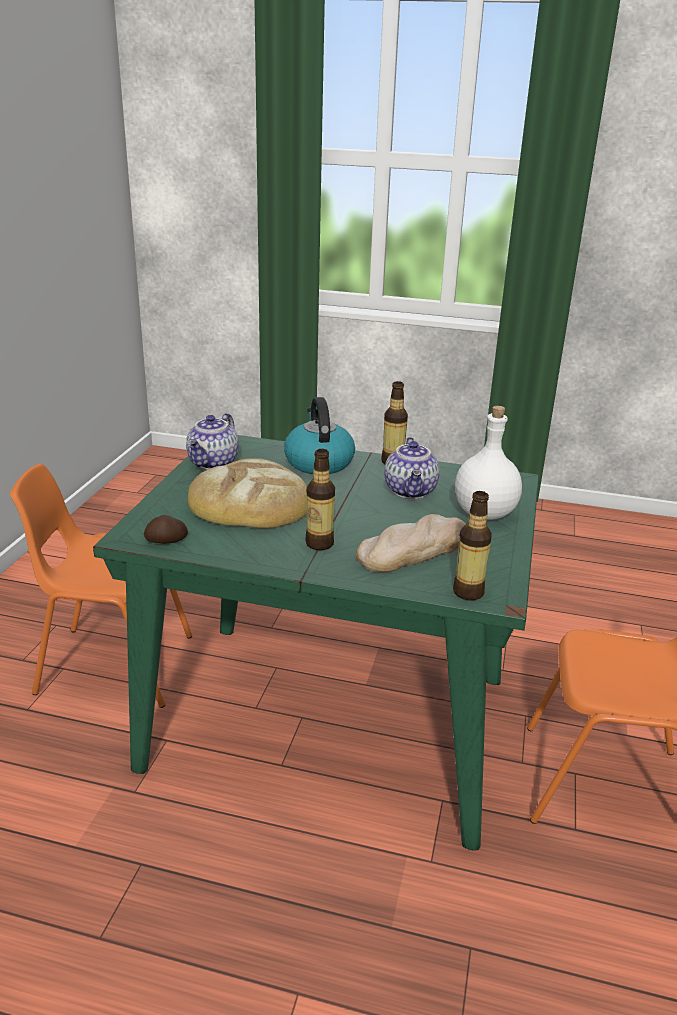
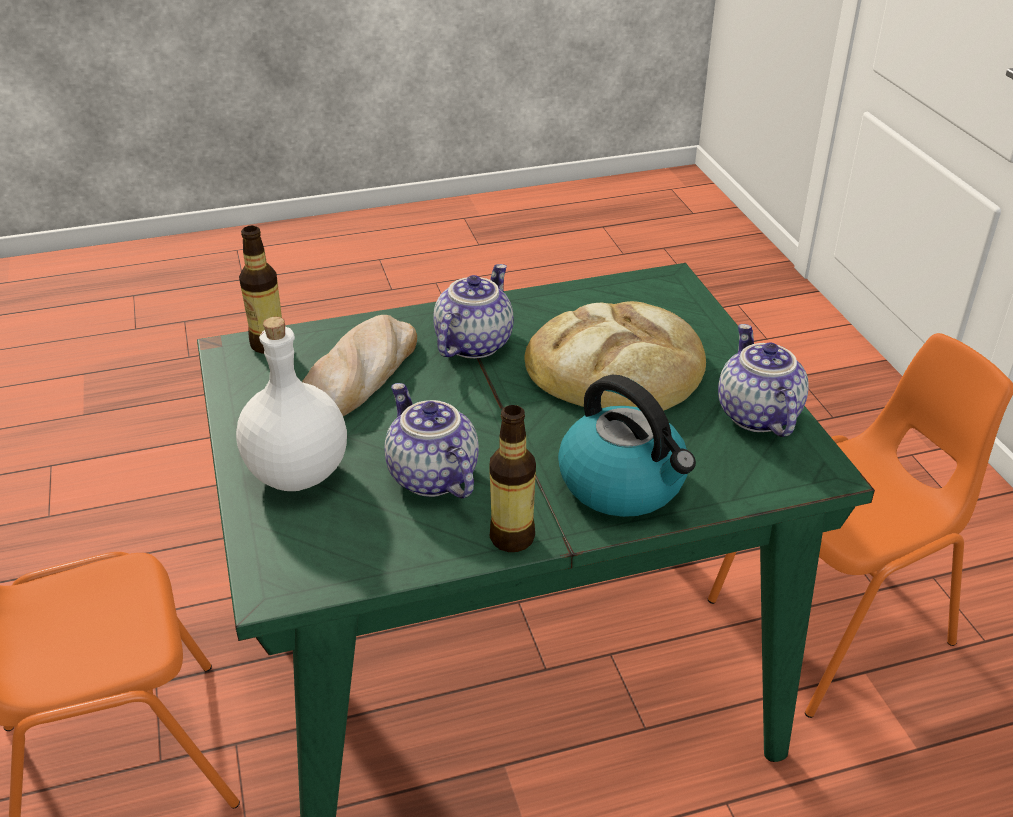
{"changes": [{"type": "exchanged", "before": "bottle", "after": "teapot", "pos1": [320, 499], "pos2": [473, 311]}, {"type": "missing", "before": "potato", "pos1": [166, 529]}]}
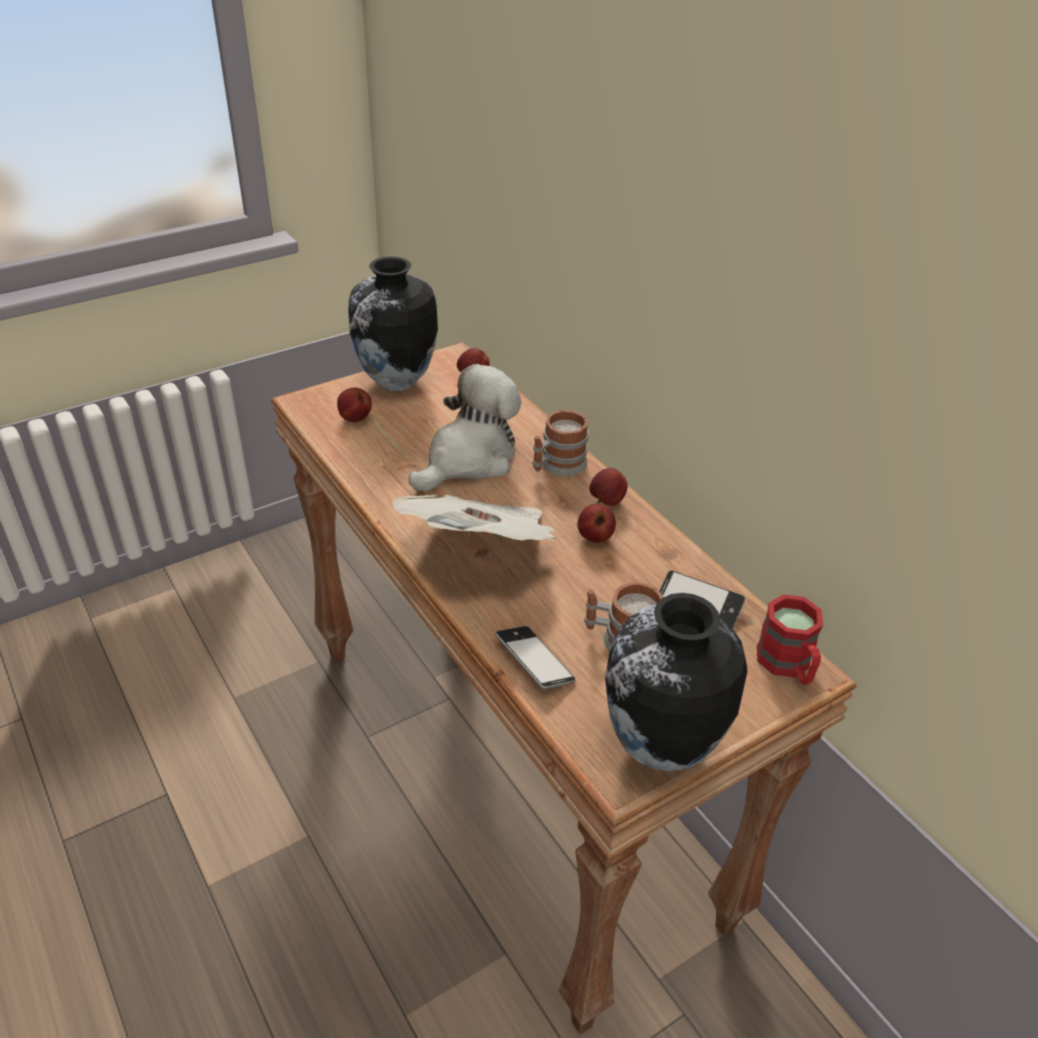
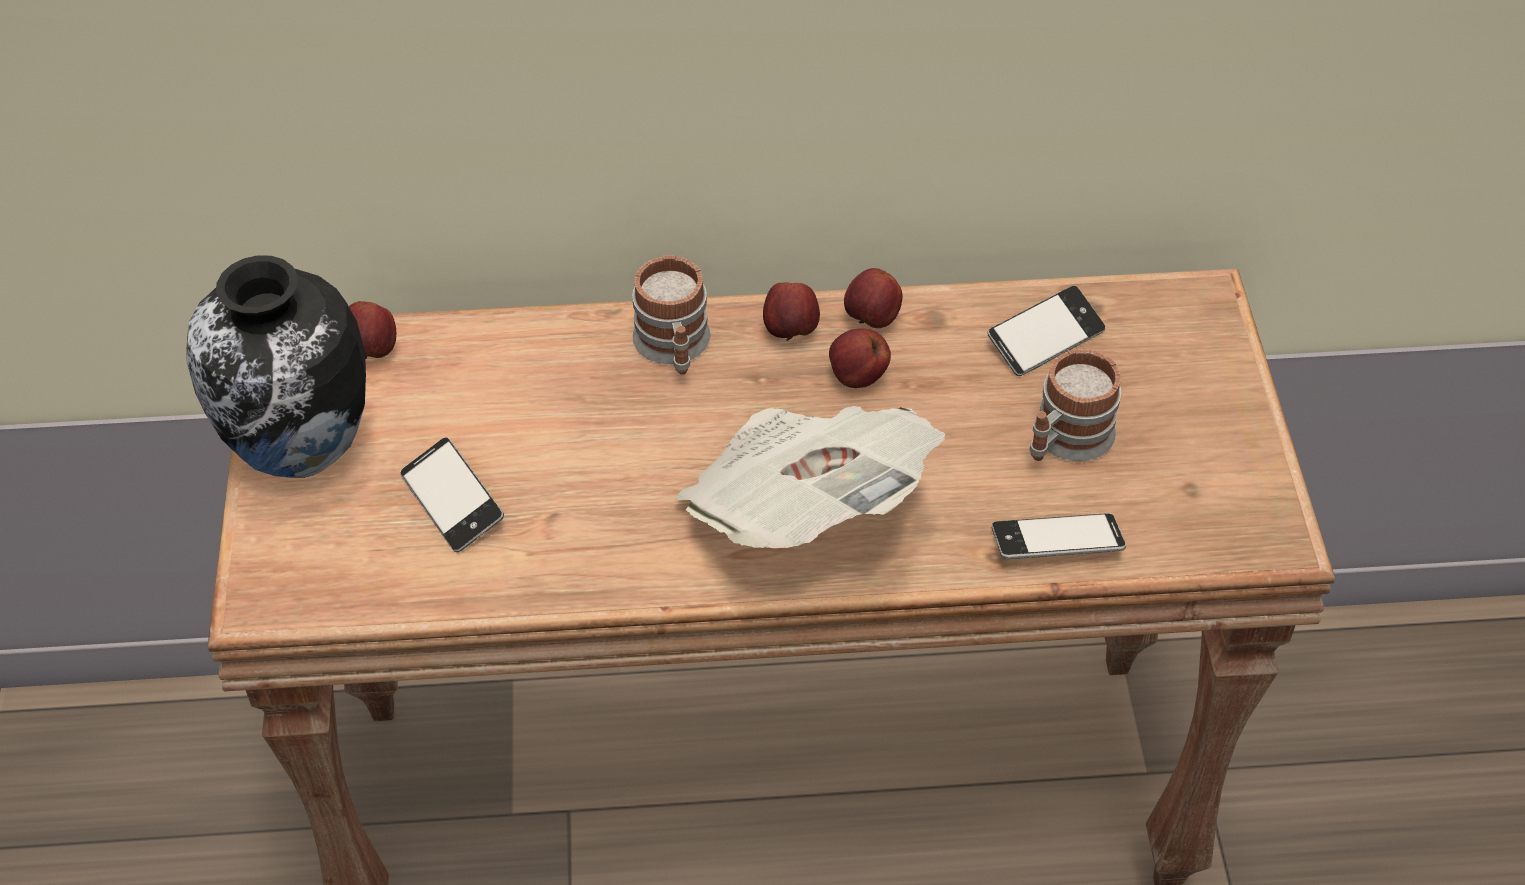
{"changes": [{"type": "appeared", "after": "phone", "pos2": [452, 494]}, {"type": "relocated", "before": "apple", "pos1": [354, 405], "pos2": [873, 298]}, {"type": "missing", "before": "plush toy", "pos1": [464, 427]}, {"type": "missing", "before": "vase", "pos1": [676, 682]}, {"type": "missing", "before": "mug/red", "pos1": [790, 639]}]}
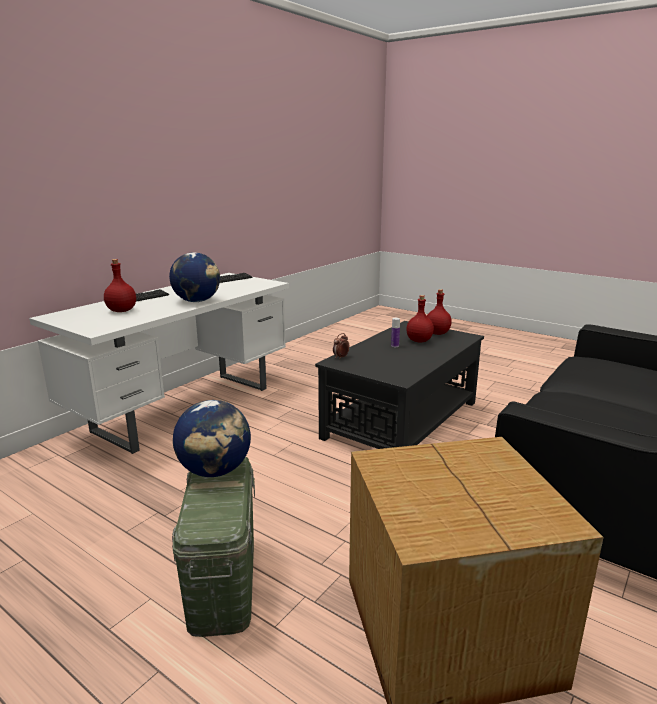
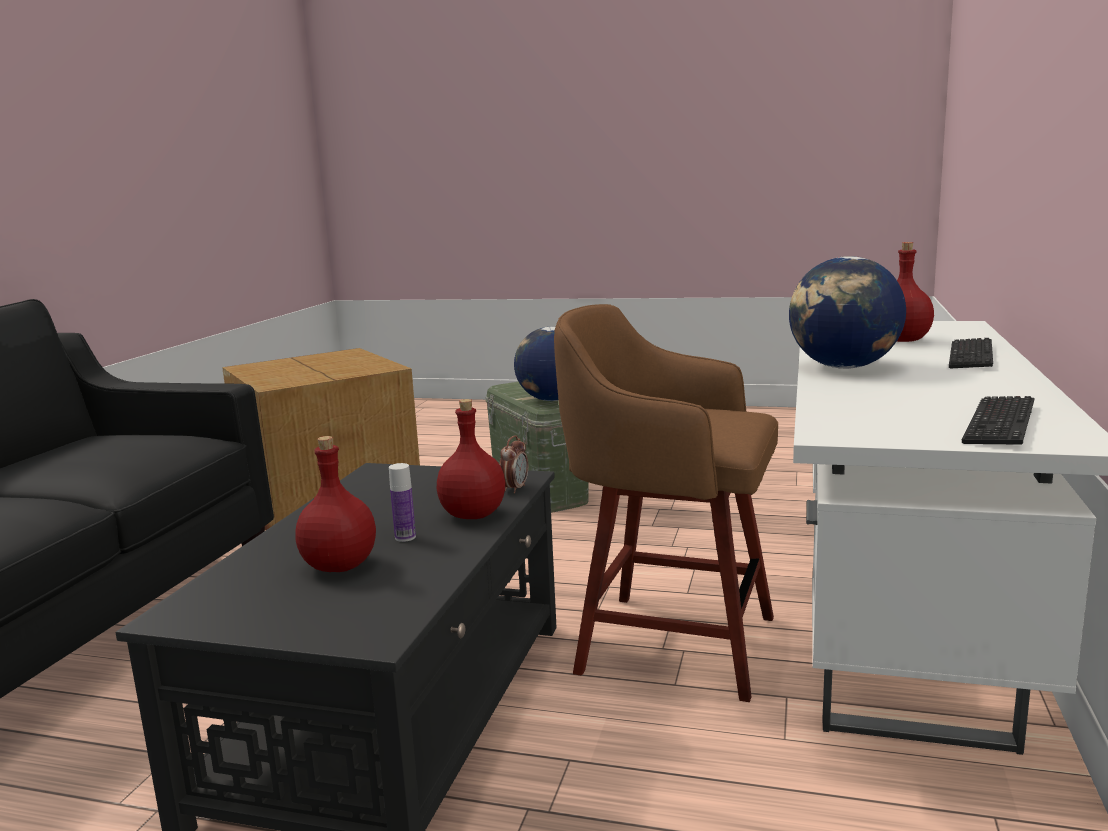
{"changes": [{"type": "relocated", "before": "bottle/red", "pos1": [439, 312], "pos2": [471, 459]}, {"type": "appeared", "after": "stool/brown", "pos2": [666, 503]}]}
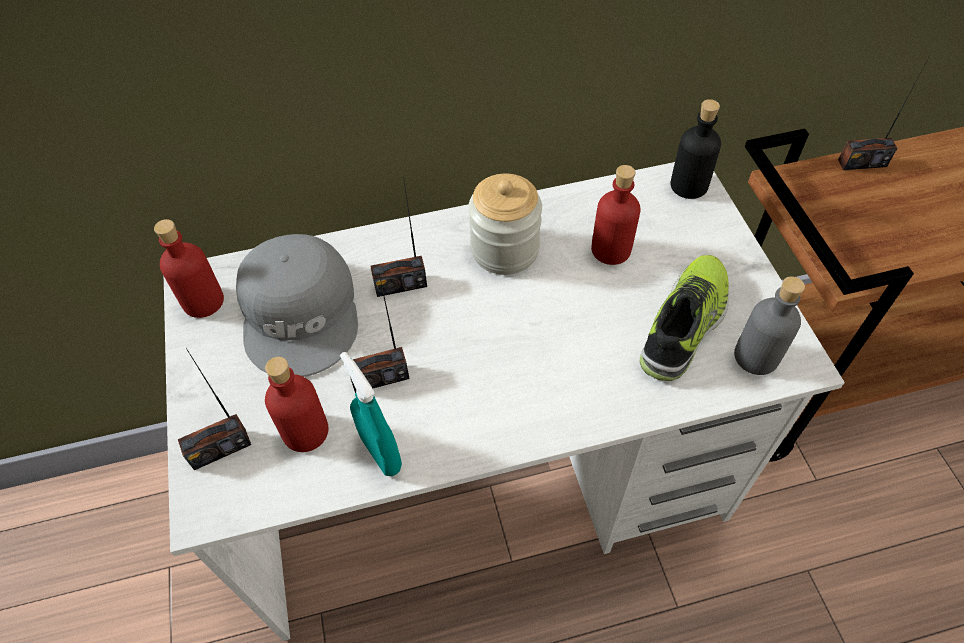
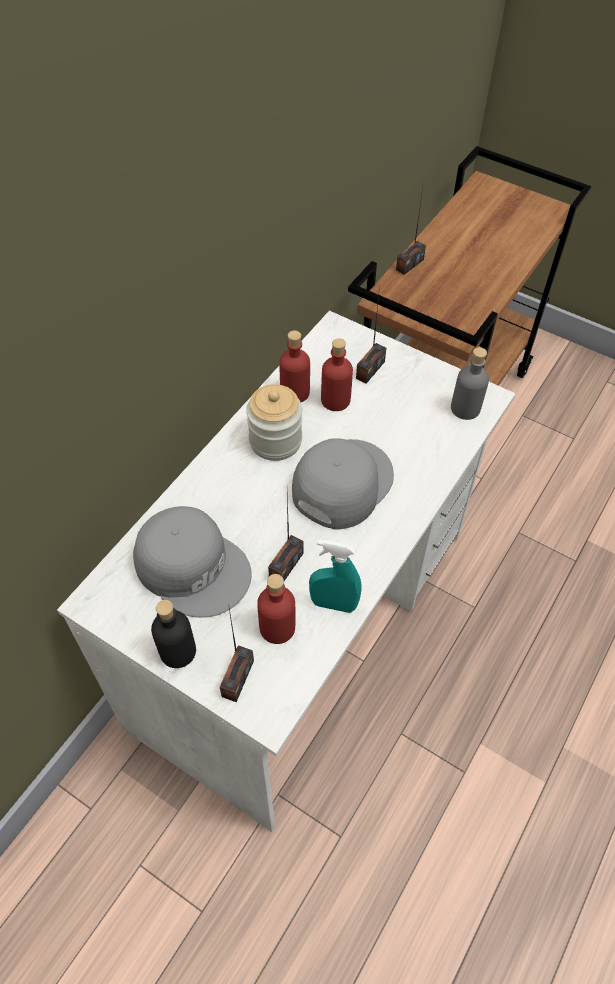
{"changes": [{"type": "relocated", "before": "bottle/black", "pos1": [696, 149], "pos2": [173, 634]}, {"type": "relocated", "before": "bottle/red", "pos1": [189, 268], "pos2": [294, 366]}, {"type": "appeared", "after": "cap/grey", "pos2": [343, 484]}, {"type": "relocated", "before": "radio", "pos1": [398, 236], "pos2": [371, 335]}, {"type": "missing", "before": "shoe", "pos1": [684, 318]}]}
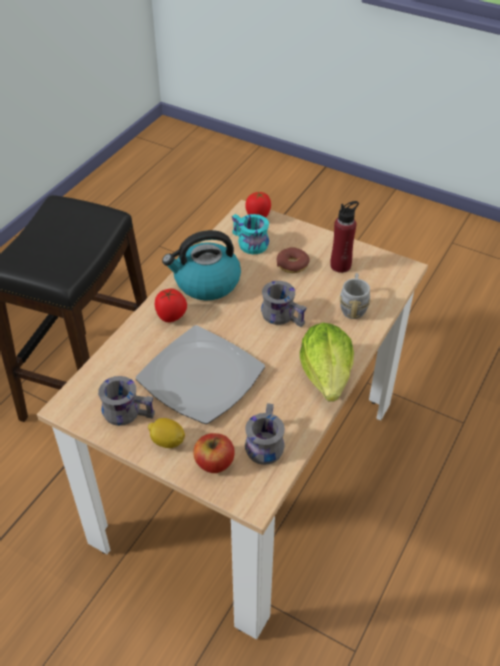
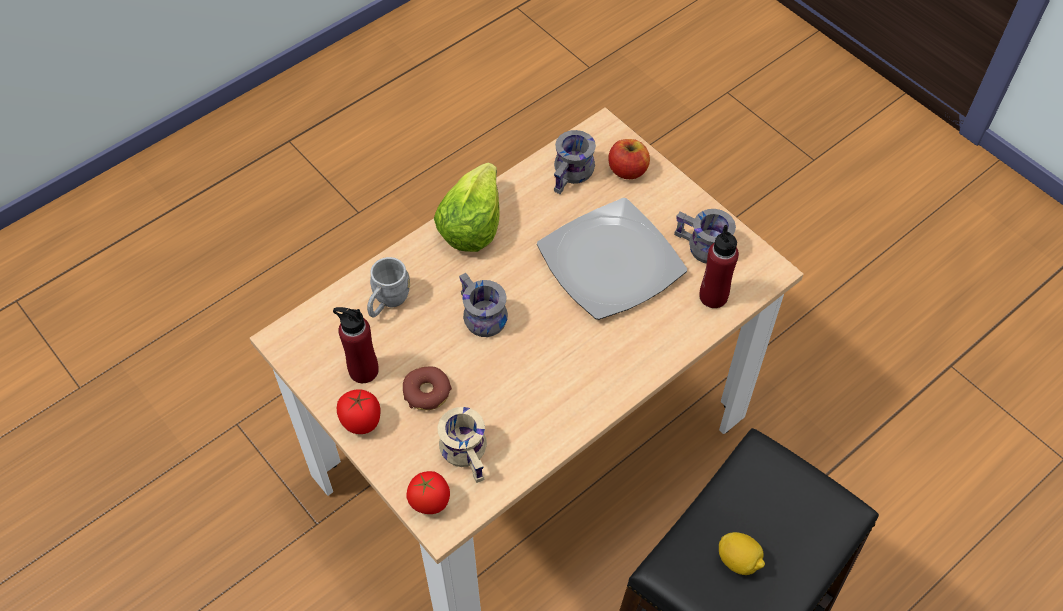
{"changes": [{"type": "relocated", "before": "tomato", "pos1": [171, 305], "pos2": [359, 411]}, {"type": "colour", "before": "mug/turquoise", "after": "mug/beige", "pos1": [250, 234], "pos2": [462, 445]}, {"type": "appeared", "after": "bottle/red", "pos2": [719, 266]}, {"type": "relocated", "before": "lemon", "pos1": [166, 433], "pos2": [742, 553]}, {"type": "missing", "before": "kettle", "pos1": [201, 265]}]}
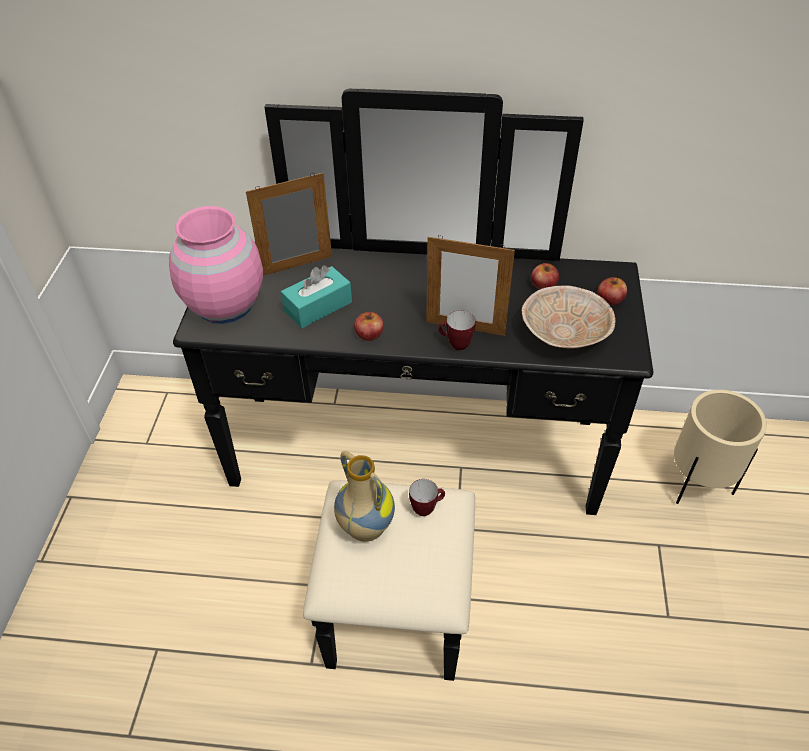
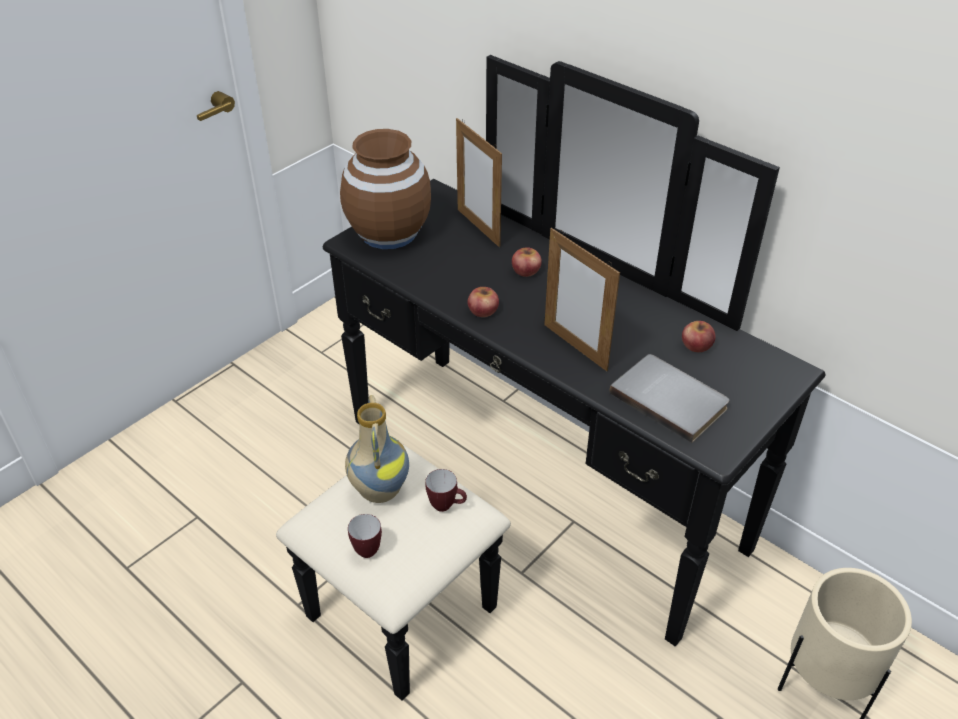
{"changes": [{"type": "colour", "before": "vase/pink", "after": "vase/brown", "pos1": [216, 265], "pos2": [385, 189]}, {"type": "relocated", "before": "mug", "pos1": [457, 330], "pos2": [365, 536]}, {"type": "spun", "before": "picture frame", "pos1": [289, 224], "pos2": [479, 182], "turn": -135}, {"type": "relocated", "before": "apple", "pos1": [612, 291], "pos2": [527, 262]}, {"type": "exchanged", "before": "bowl/beige", "after": "book/grey", "pos1": [568, 317], "pos2": [669, 398]}, {"type": "missing", "before": "tissue box/turquoise", "pos1": [316, 296]}]}
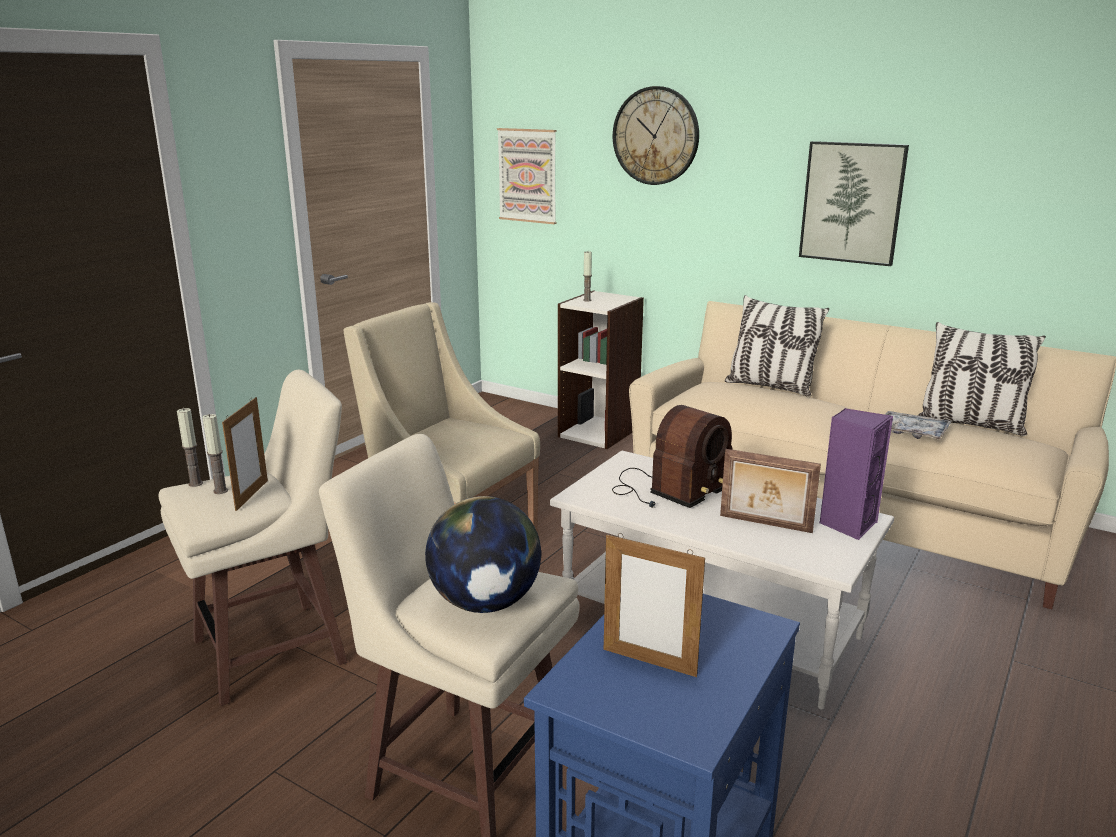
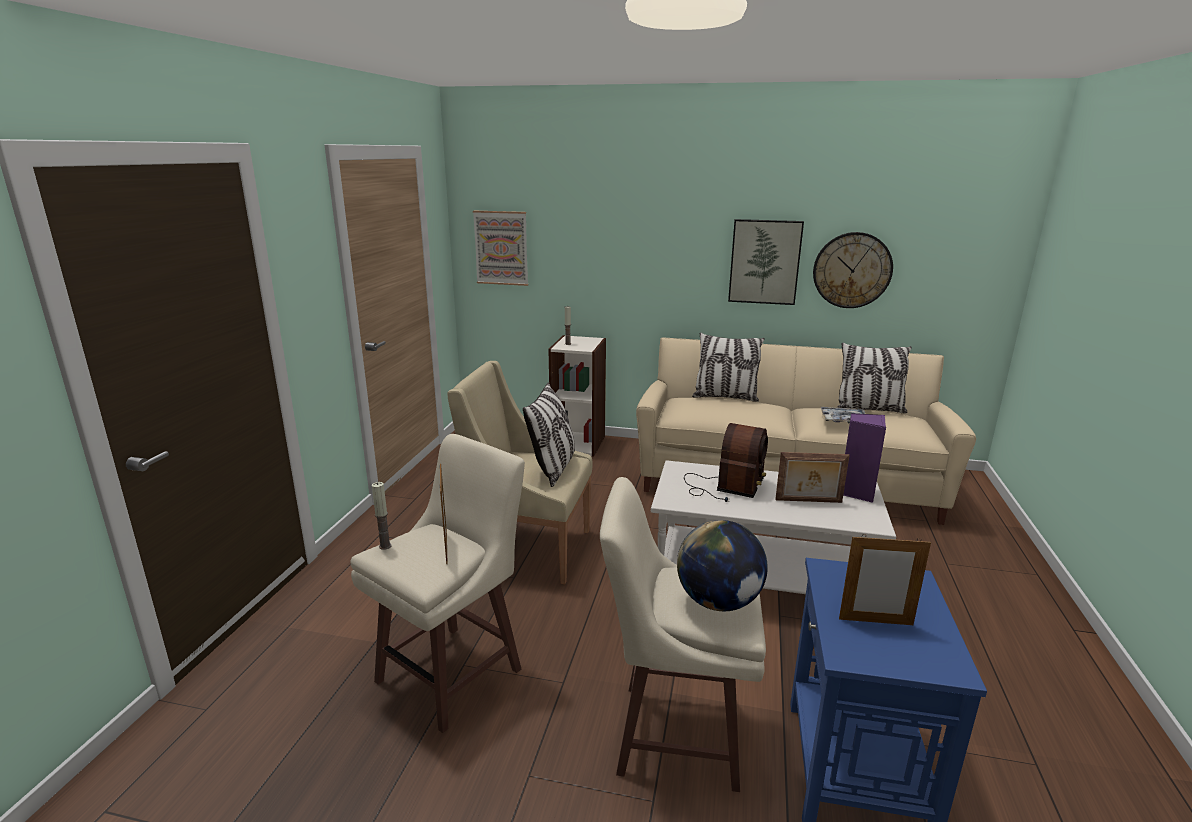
{"changes": [{"type": "appeared", "after": "pillow", "pos2": [549, 434]}, {"type": "relocated", "before": "wall clock", "pos1": [656, 135], "pos2": [853, 270]}, {"type": "missing", "before": "candle", "pos1": [215, 454]}]}
